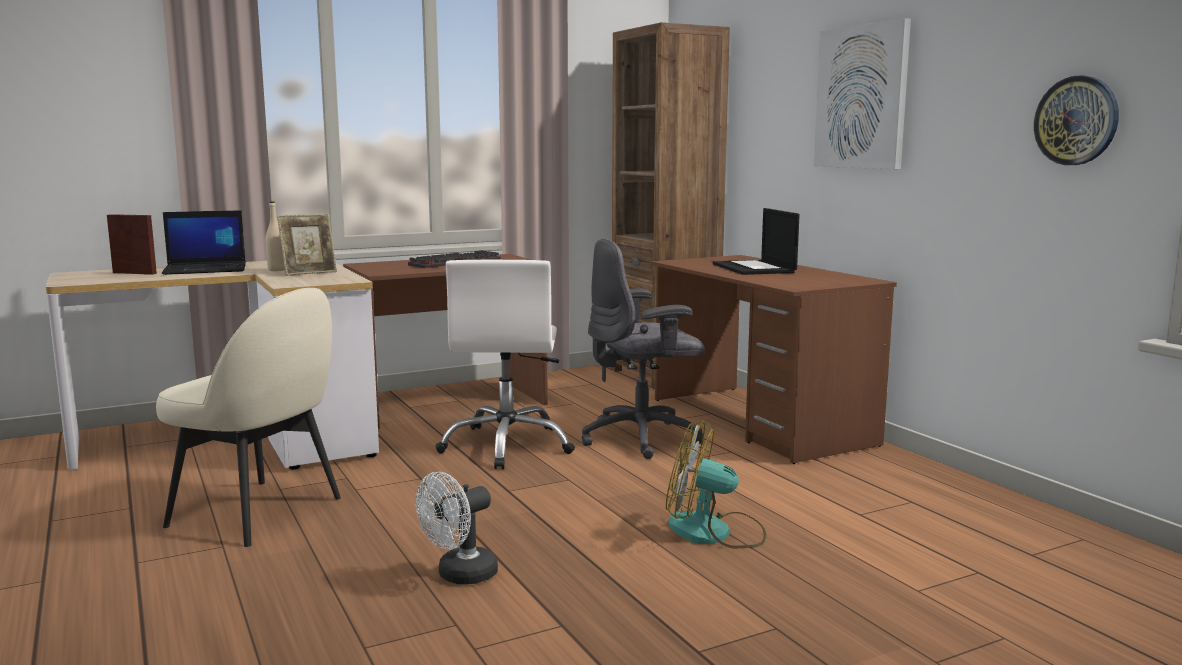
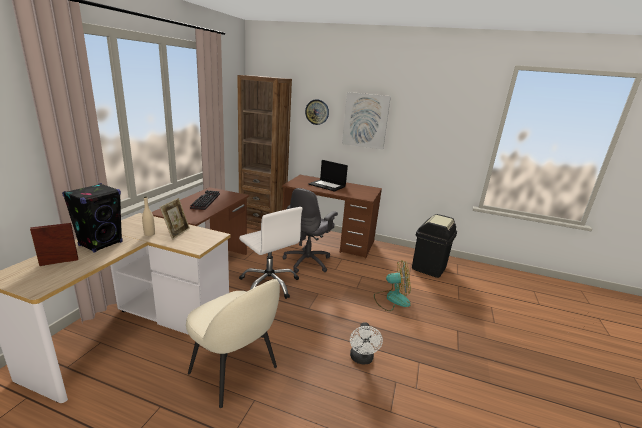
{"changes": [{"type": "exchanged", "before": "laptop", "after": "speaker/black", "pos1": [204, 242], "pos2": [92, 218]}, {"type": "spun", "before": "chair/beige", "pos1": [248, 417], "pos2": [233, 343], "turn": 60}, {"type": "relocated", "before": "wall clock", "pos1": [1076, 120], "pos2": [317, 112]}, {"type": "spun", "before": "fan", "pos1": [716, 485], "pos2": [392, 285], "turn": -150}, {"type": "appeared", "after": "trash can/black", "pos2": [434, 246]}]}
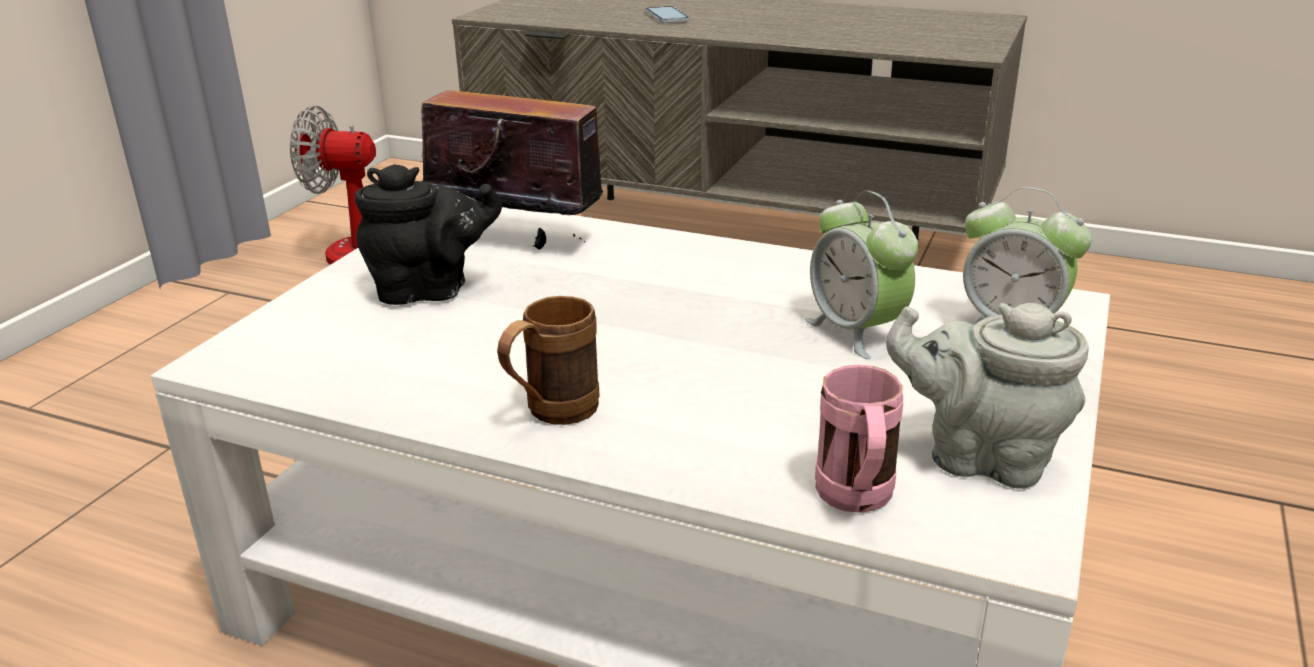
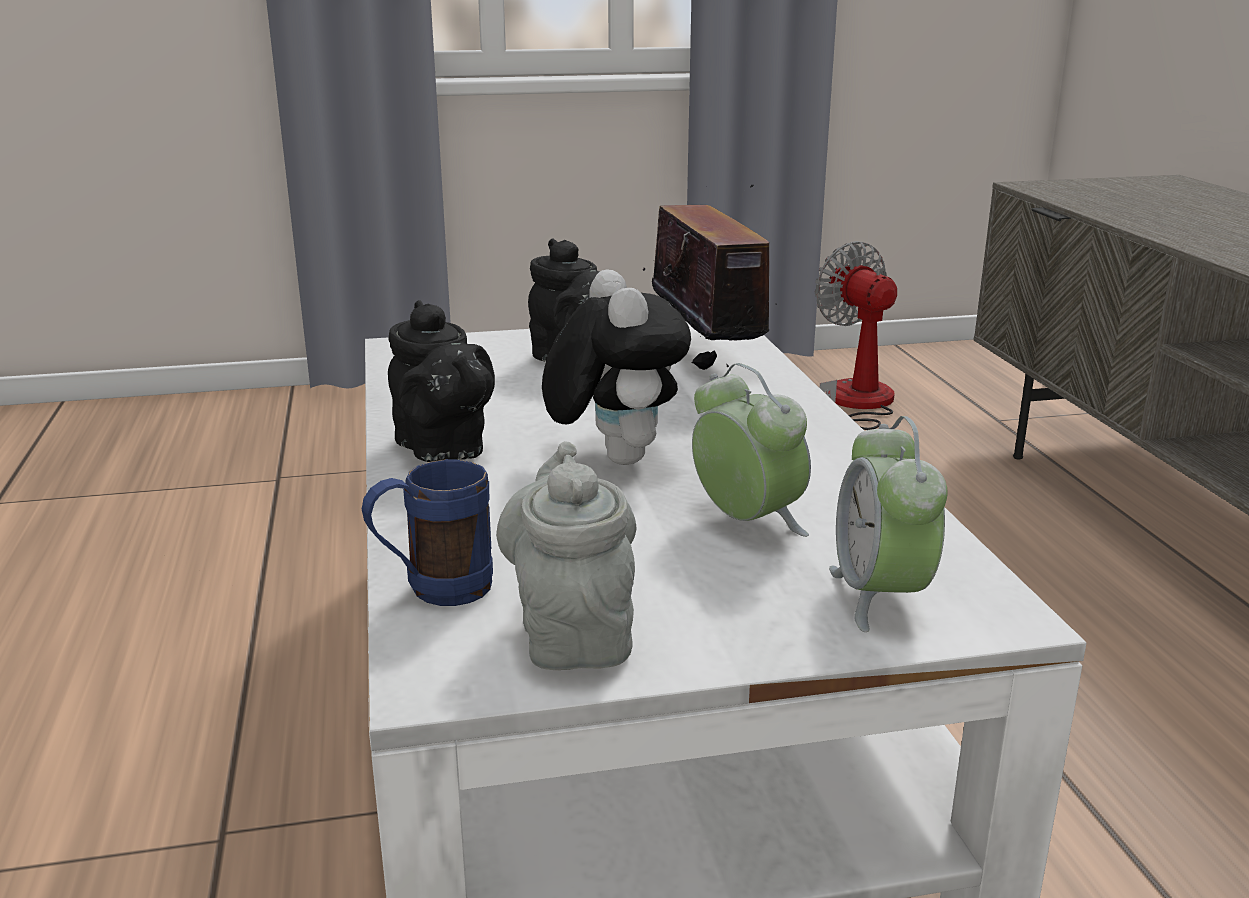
{"changes": [{"type": "colour", "before": "mug/pink", "after": "mug/blue", "pos1": [859, 438], "pos2": [427, 532]}, {"type": "exchanged", "before": "mug/brown", "after": "teapot/black", "pos1": [548, 360], "pos2": [441, 381]}, {"type": "appeared", "after": "plush toy", "pos2": [616, 367]}, {"type": "spun", "before": "alarm clock", "pos1": [861, 275], "pos2": [751, 450], "turn": 120}, {"type": "missing", "before": "phone", "pos1": [667, 14]}]}
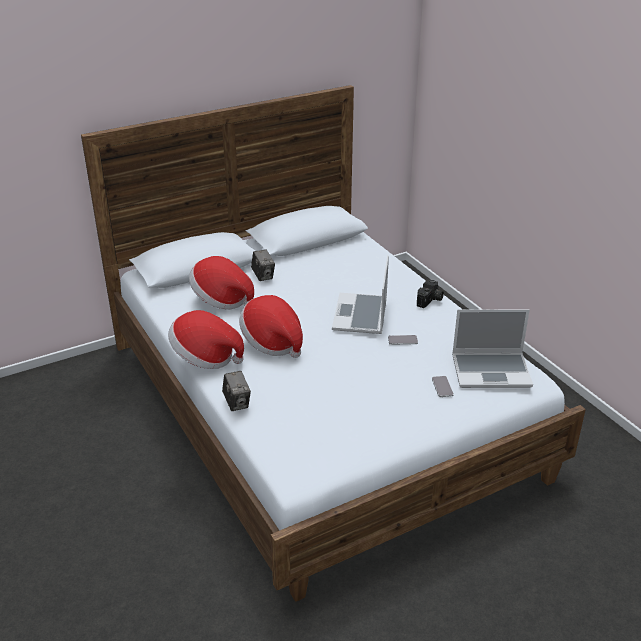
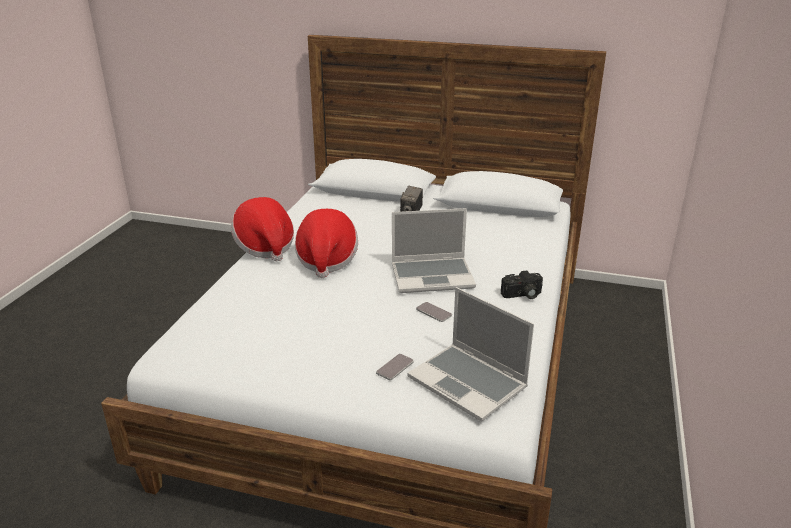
{"changes": [{"type": "spun", "before": "laptop", "pos1": [360, 294], "pos2": [434, 250], "turn": -150}, {"type": "missing", "before": "hat", "pos1": [221, 283]}, {"type": "missing", "before": "photo camera", "pos1": [236, 391]}]}
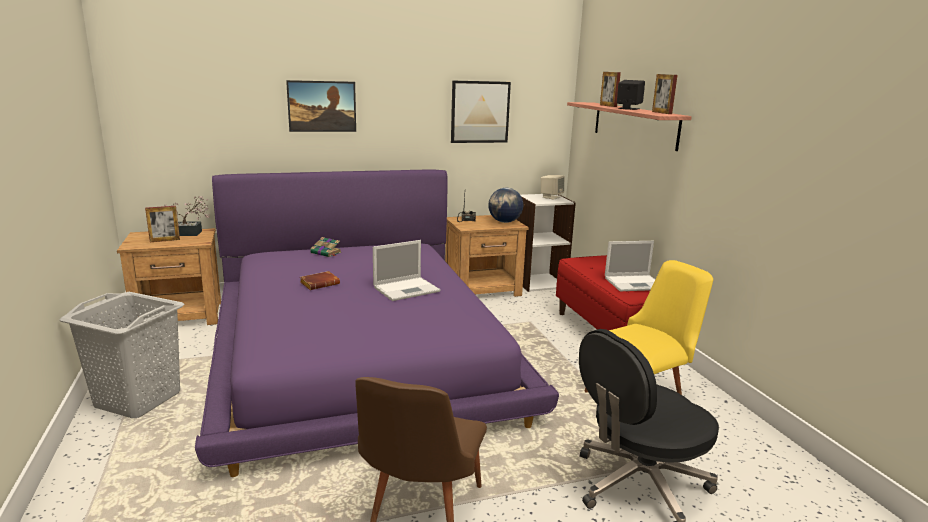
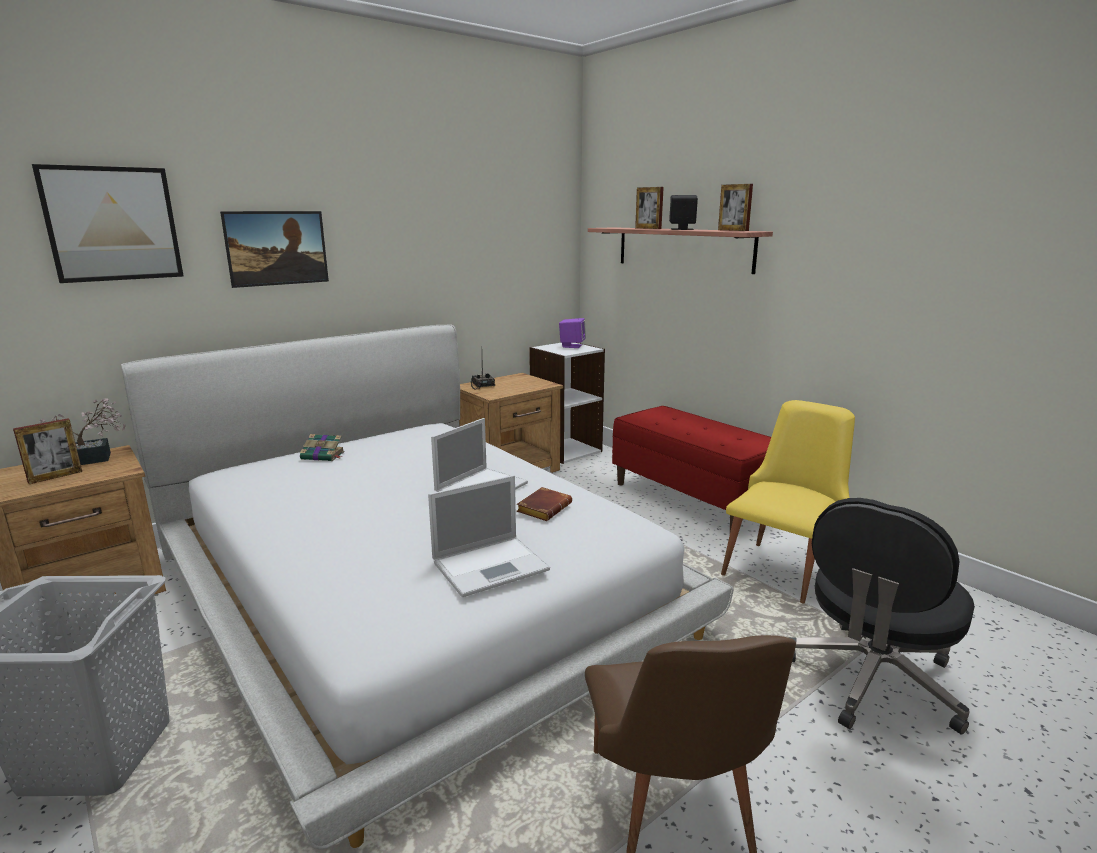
{"changes": [{"type": "relocated", "before": "picture", "pos1": [481, 112], "pos2": [108, 223]}, {"type": "colour", "before": "bed/purple", "after": "bed/white", "pos1": [377, 323], "pos2": [427, 587]}, {"type": "relocated", "before": "laptop", "pos1": [630, 266], "pos2": [489, 536]}, {"type": "relocated", "before": "book/brown", "pos1": [320, 280], "pos2": [544, 504]}, {"type": "colour", "before": "speaker/beige", "after": "speaker/purple", "pos1": [552, 187], "pos2": [572, 333]}, {"type": "missing", "before": "globe", "pos1": [505, 205]}]}
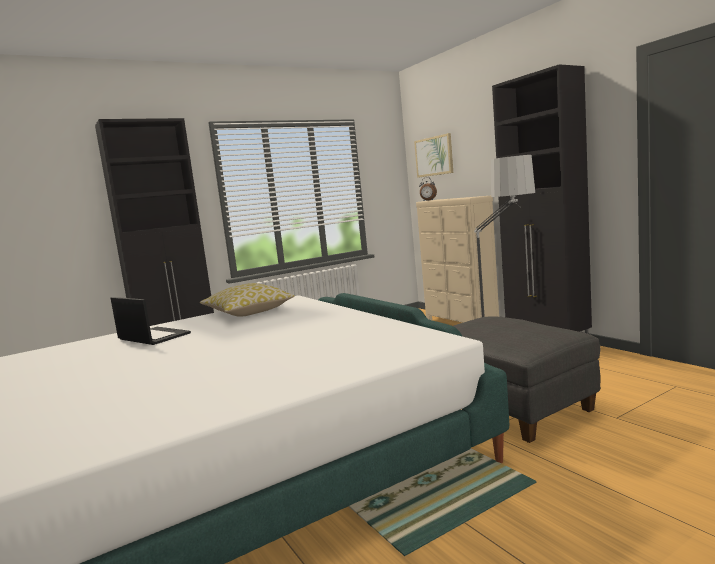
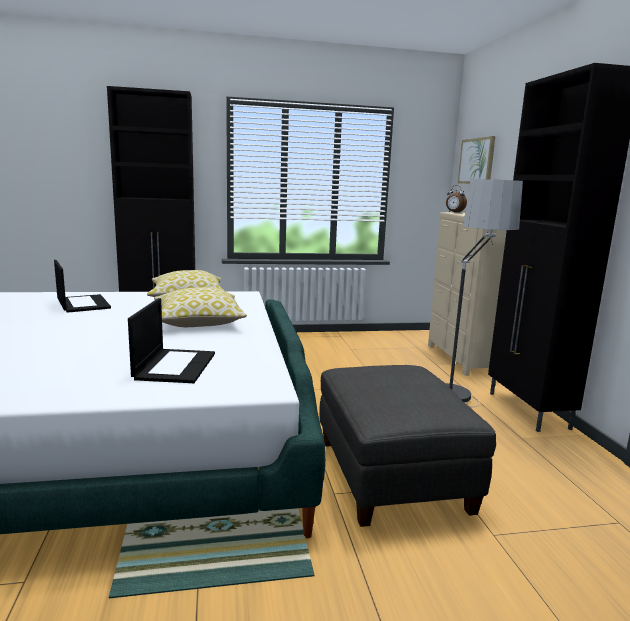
{"changes": [{"type": "appeared", "after": "laptop", "pos2": [171, 340]}, {"type": "appeared", "after": "pillow", "pos2": [200, 307]}]}
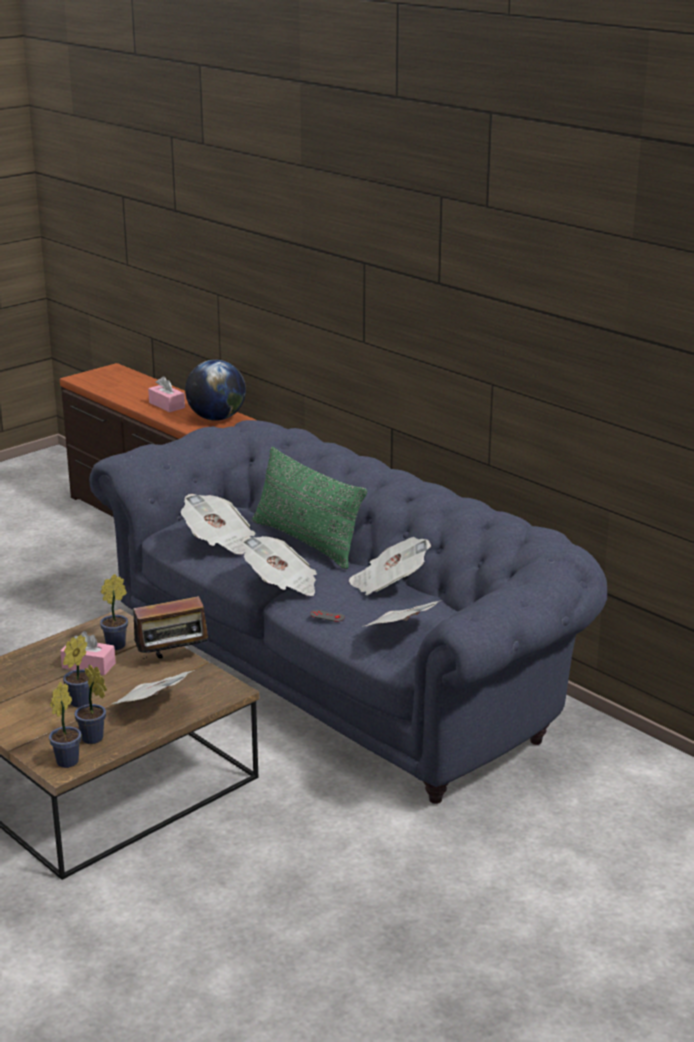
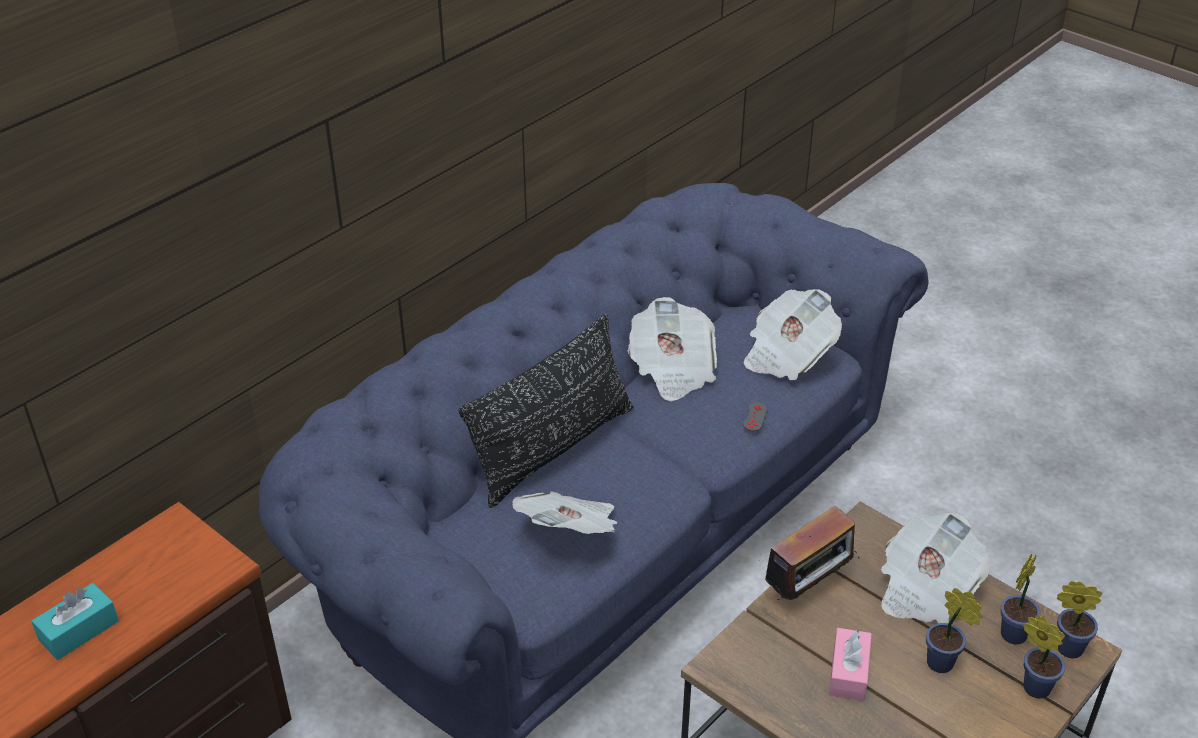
{"changes": [{"type": "colour", "before": "tissue box/pink", "after": "tissue box/turquoise", "pos1": [166, 394], "pos2": [75, 621]}, {"type": "colour", "before": "pillow/green", "after": "pillow/black", "pos1": [309, 508], "pos2": [545, 411]}, {"type": "spun", "before": "radio", "pos1": [169, 628], "pos2": [809, 554], "turn": 75}, {"type": "relocated", "before": "potted plant", "pos1": [114, 612], "pos2": [1044, 656]}, {"type": "missing", "before": "globe", "pos1": [215, 390]}, {"type": "missing", "before": "newspaper", "pos1": [279, 566]}]}
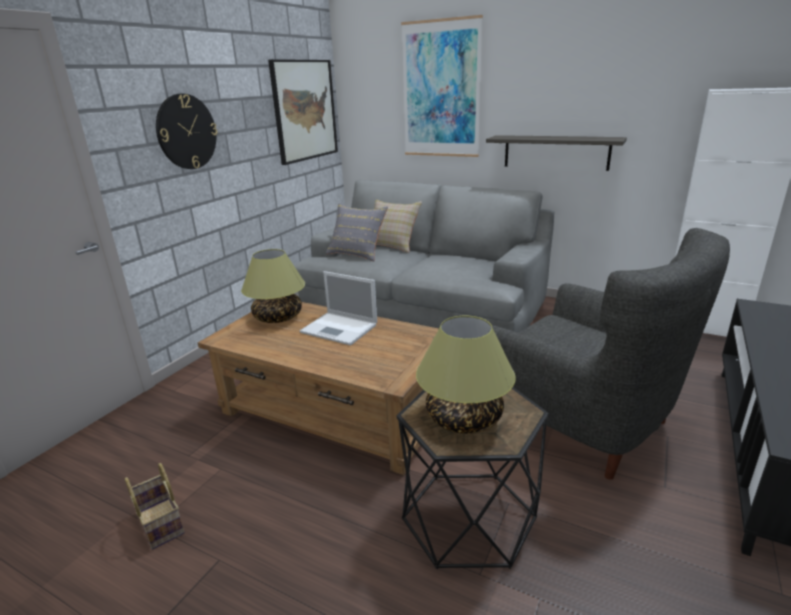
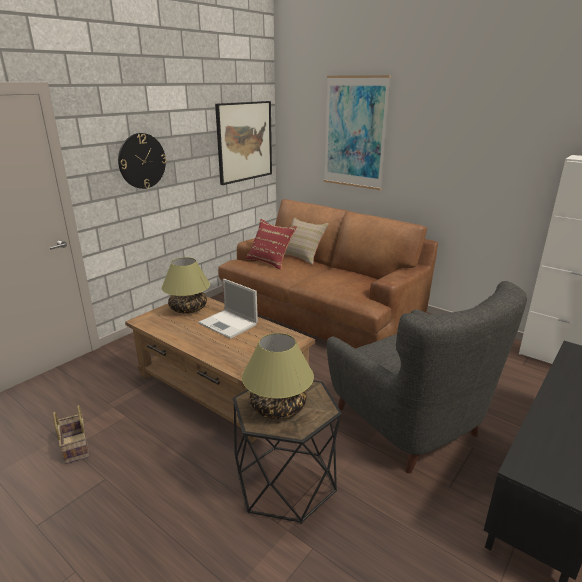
{"changes": [{"type": "colour", "before": "sofa/grey", "after": "sofa/brown", "pos1": [424, 256], "pos2": [328, 274]}, {"type": "colour", "before": "pillow/grey", "after": "pillow/red", "pos1": [357, 232], "pos2": [271, 244]}, {"type": "missing", "before": "shelf", "pos1": [556, 153]}]}
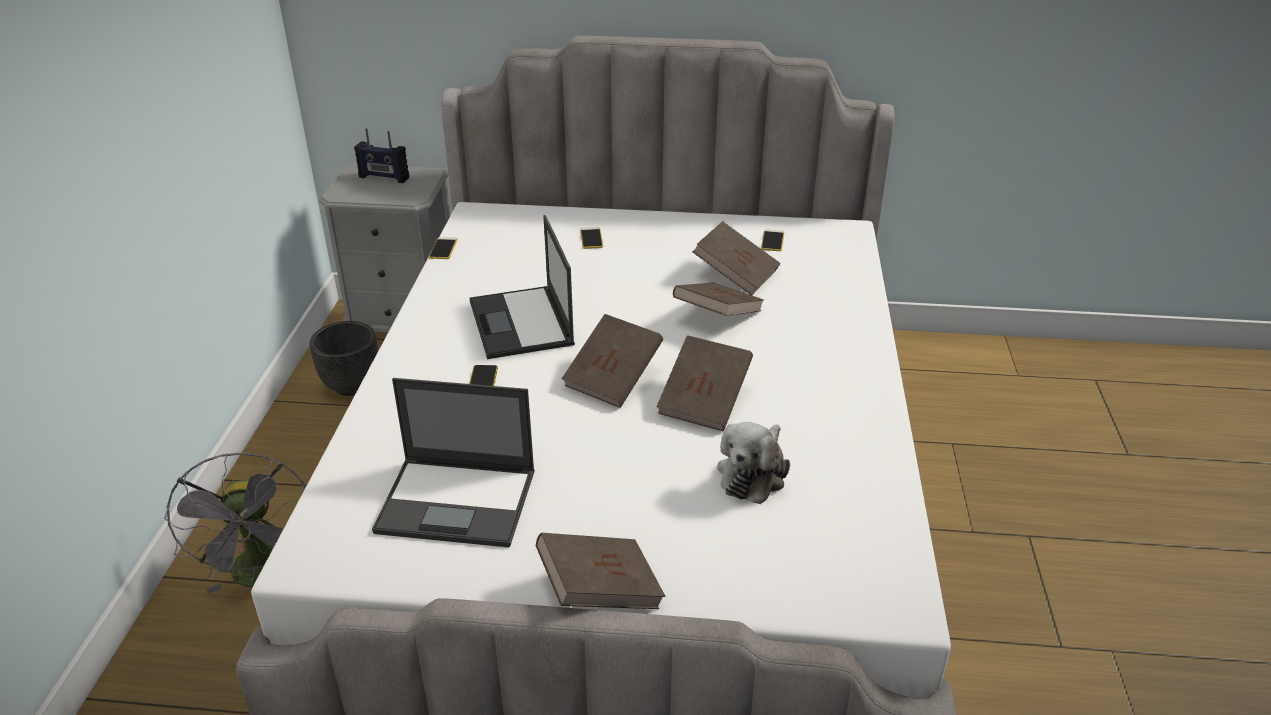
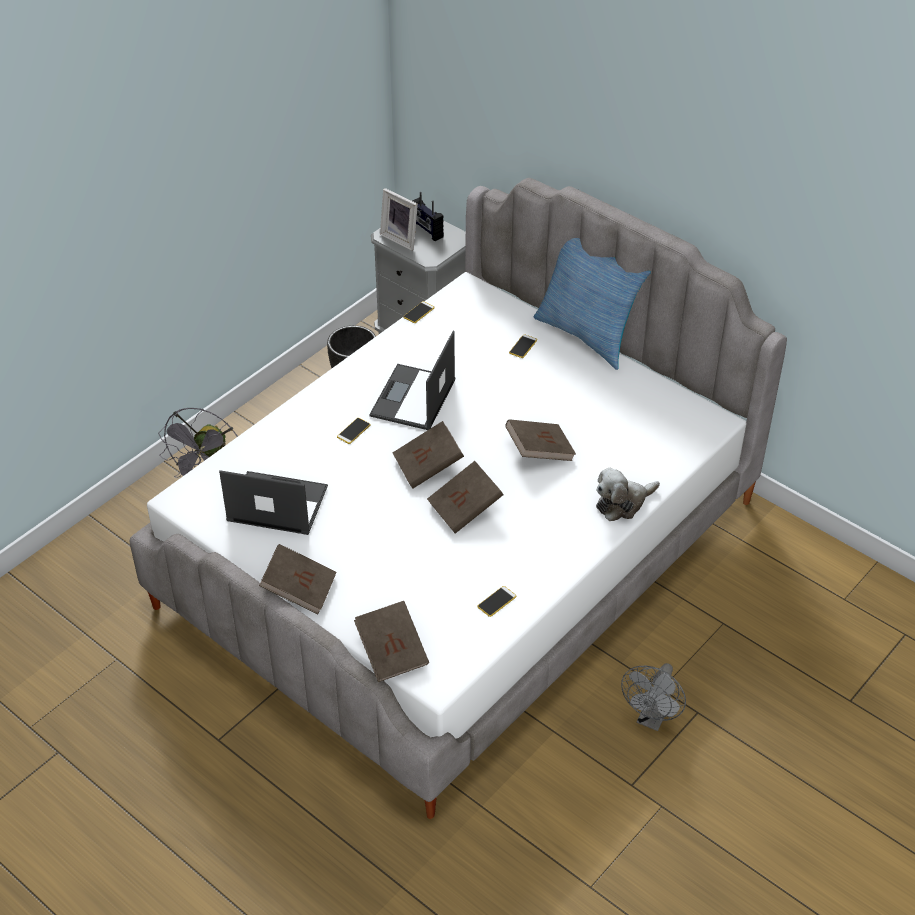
{"changes": [{"type": "spun", "before": "laptop", "pos1": [453, 463], "pos2": [273, 502], "turn": 150}, {"type": "relocated", "before": "book/brown", "pos1": [736, 258], "pos2": [391, 641]}, {"type": "appeared", "after": "picture frame", "pos2": [399, 219]}, {"type": "relocated", "before": "phone", "pos1": [772, 240], "pos2": [496, 601]}, {"type": "appeared", "after": "pillow", "pos2": [592, 304]}, {"type": "relocated", "before": "plush toy", "pos1": [753, 463], "pos2": [628, 494]}, {"type": "appeared", "after": "fan/grey", "pos2": [653, 697]}]}
